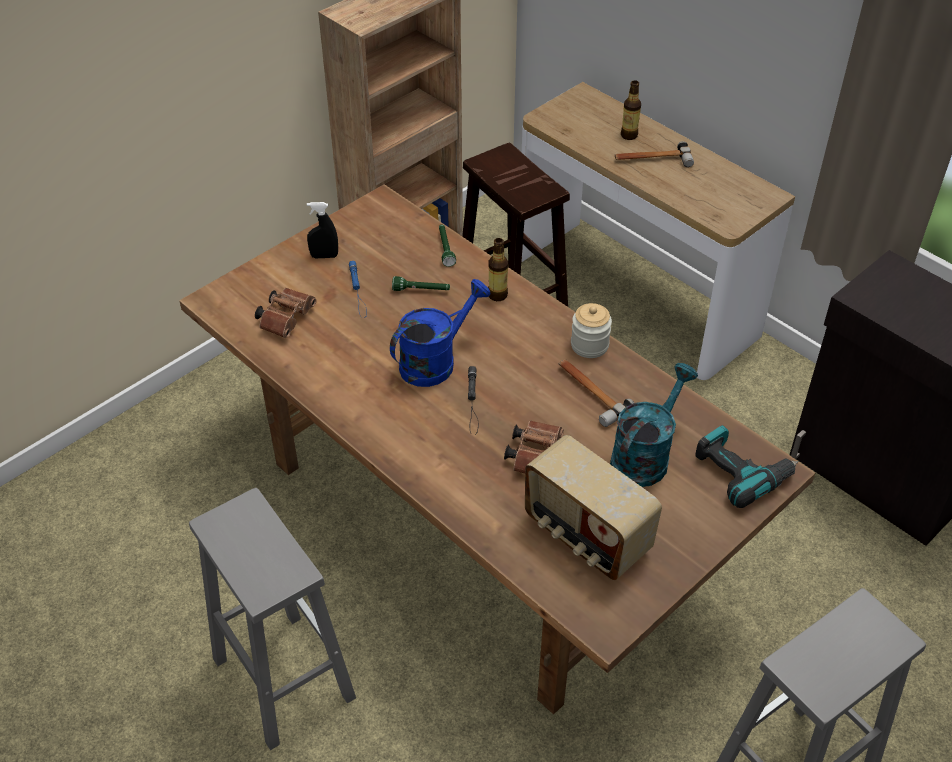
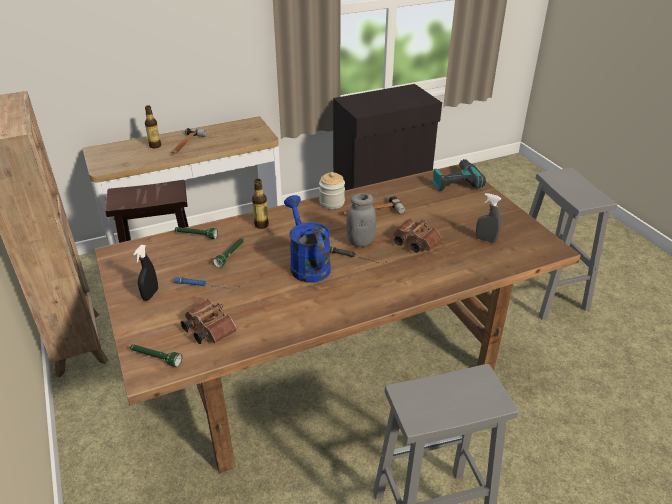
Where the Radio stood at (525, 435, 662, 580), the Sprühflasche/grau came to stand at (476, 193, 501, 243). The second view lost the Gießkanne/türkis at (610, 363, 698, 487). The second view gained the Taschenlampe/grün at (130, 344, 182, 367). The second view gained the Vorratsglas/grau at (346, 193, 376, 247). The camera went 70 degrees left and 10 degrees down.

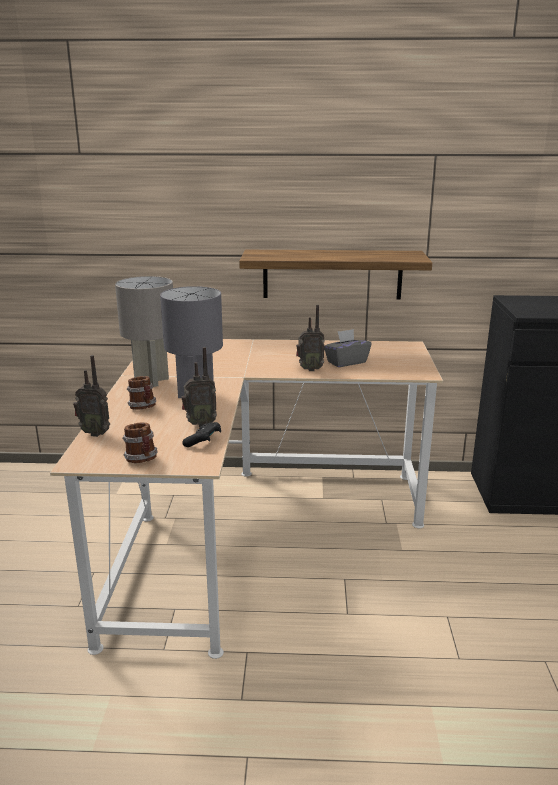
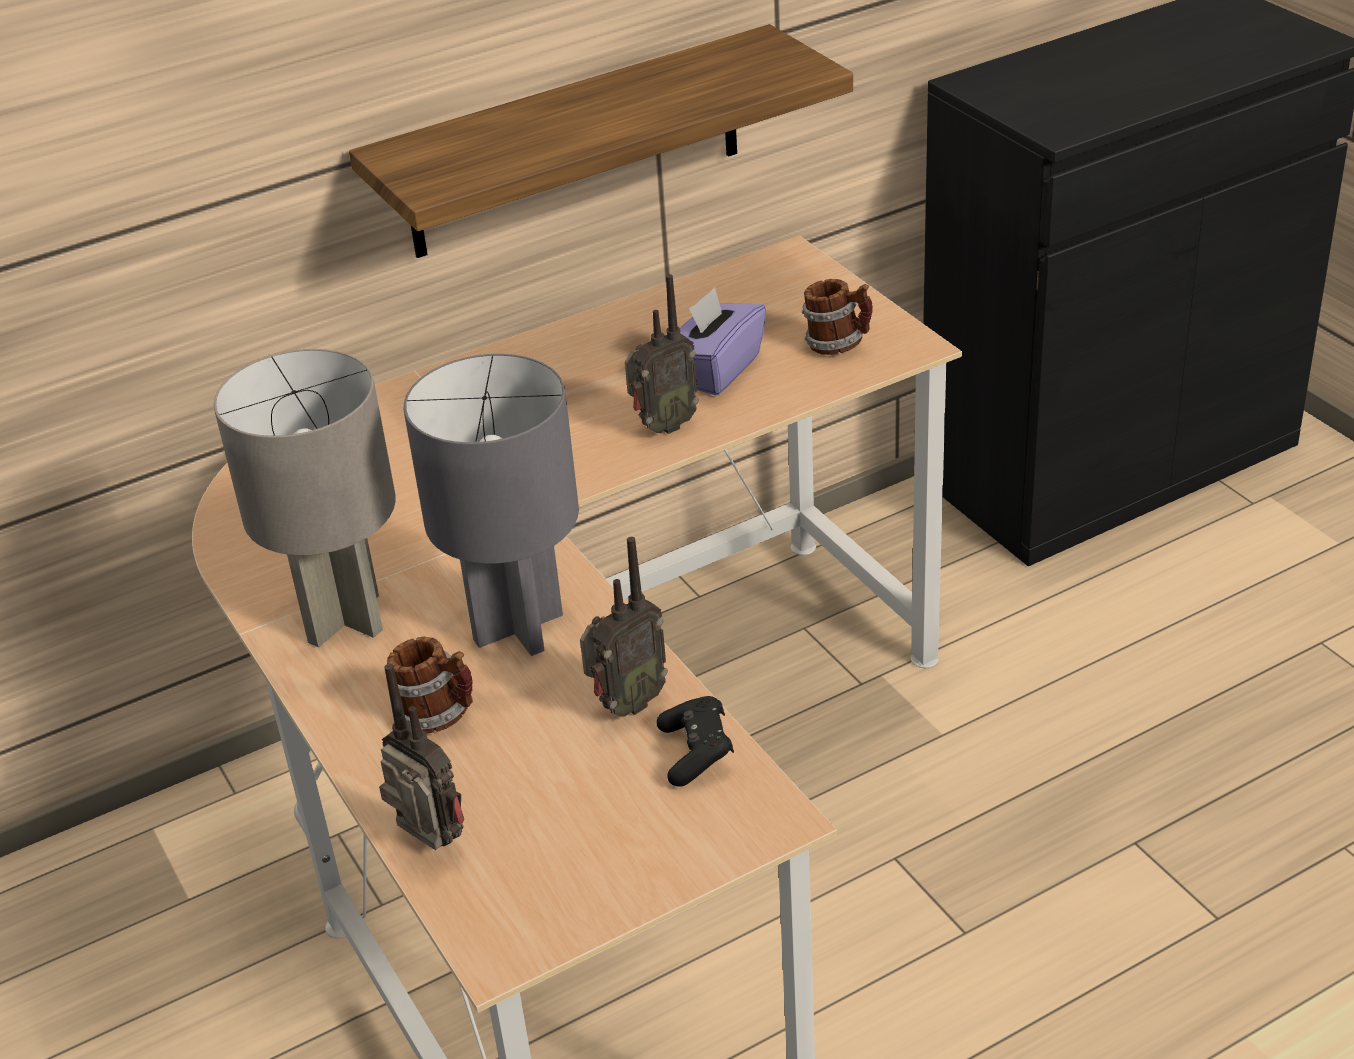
The Radio at (73, 355, 110, 437) ended up facing another way, 120 degrees counterclockwise from before. The Henkelbecher ended up elsewhere, having gone from (122, 422, 157, 463) to (802, 279, 873, 355). What was the Taschentuchbox/grau at (324, 329, 371, 367) turned into the Taschentuchbox/lila at (680, 287, 766, 395). The camera went 30 degrees left and 15 degrees up.

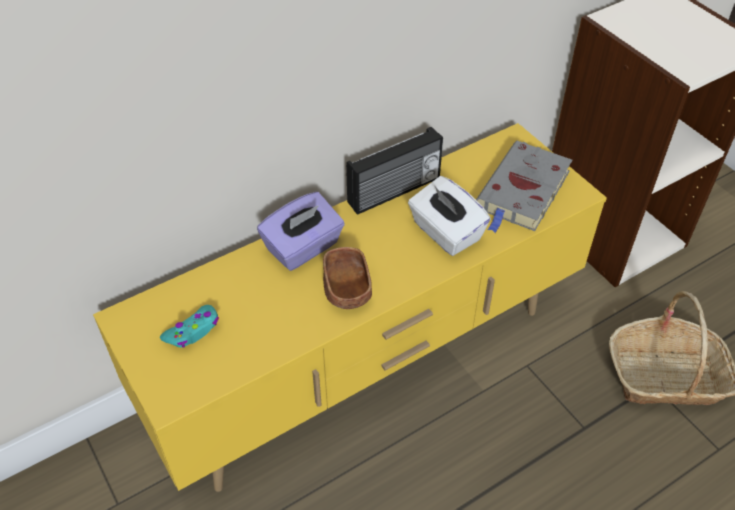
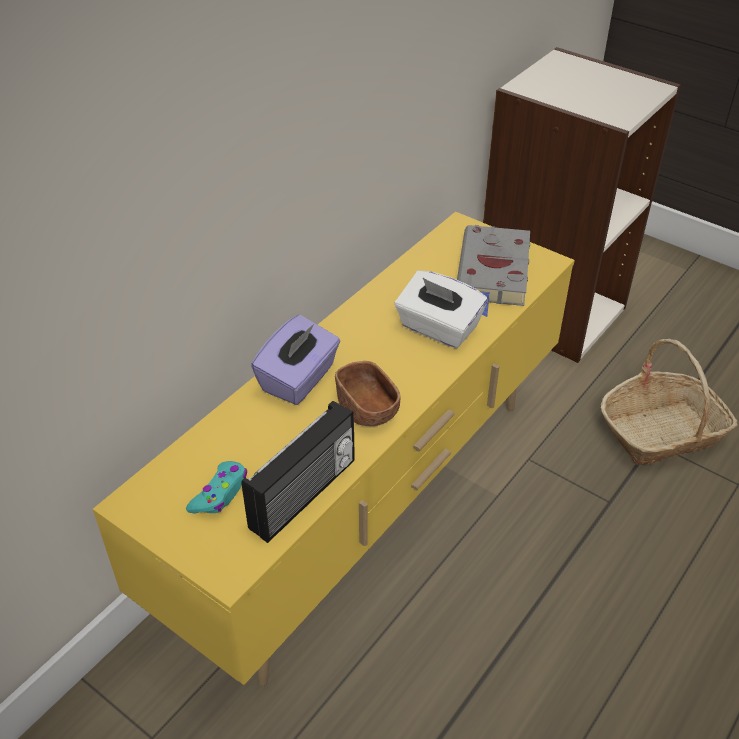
The Radio ended up elsewhere, having gone from (346, 127, 443, 215) to (241, 401, 355, 543). The camera went 20 degrees left and 5 degrees down.

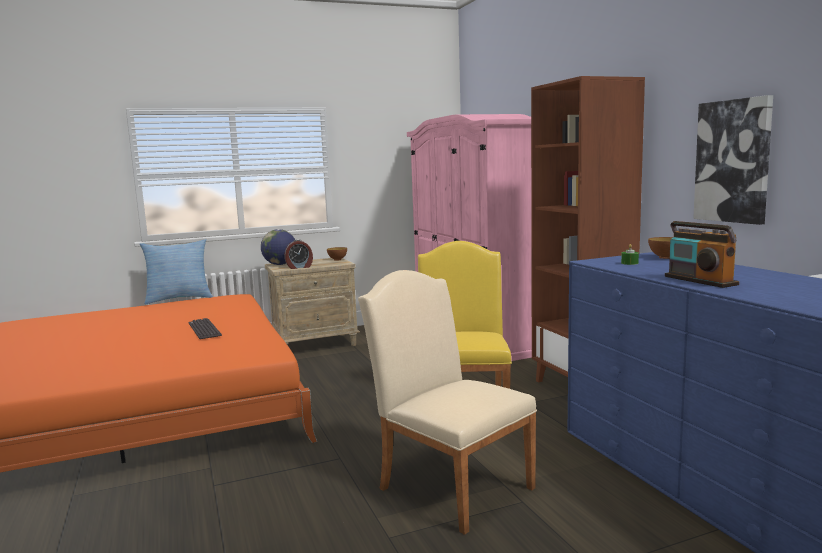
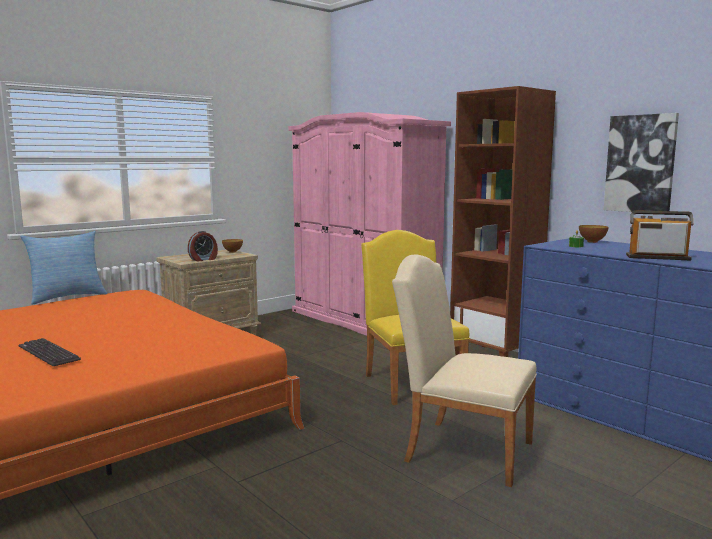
The Tastatur ended up elsewhere, having gone from (188, 318, 222, 339) to (19, 338, 81, 366). The second view lost the Globus at (261, 229, 295, 265). The Radio at (665, 221, 739, 288) ended up facing another way, 150 degrees clockwise from before. The camera went 20 degrees left and 0 degrees up.

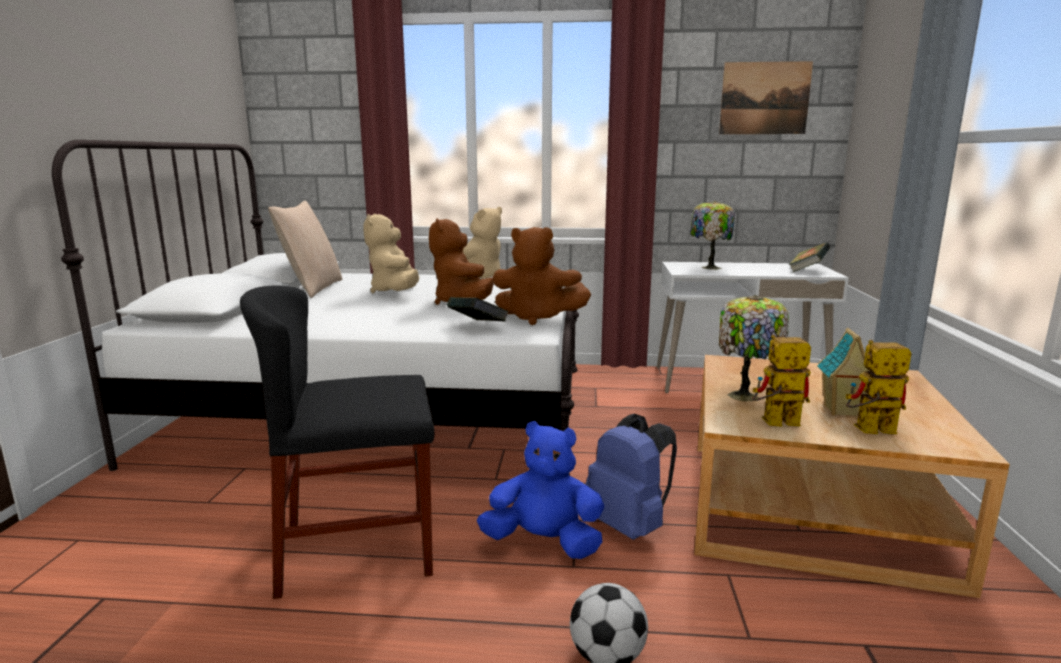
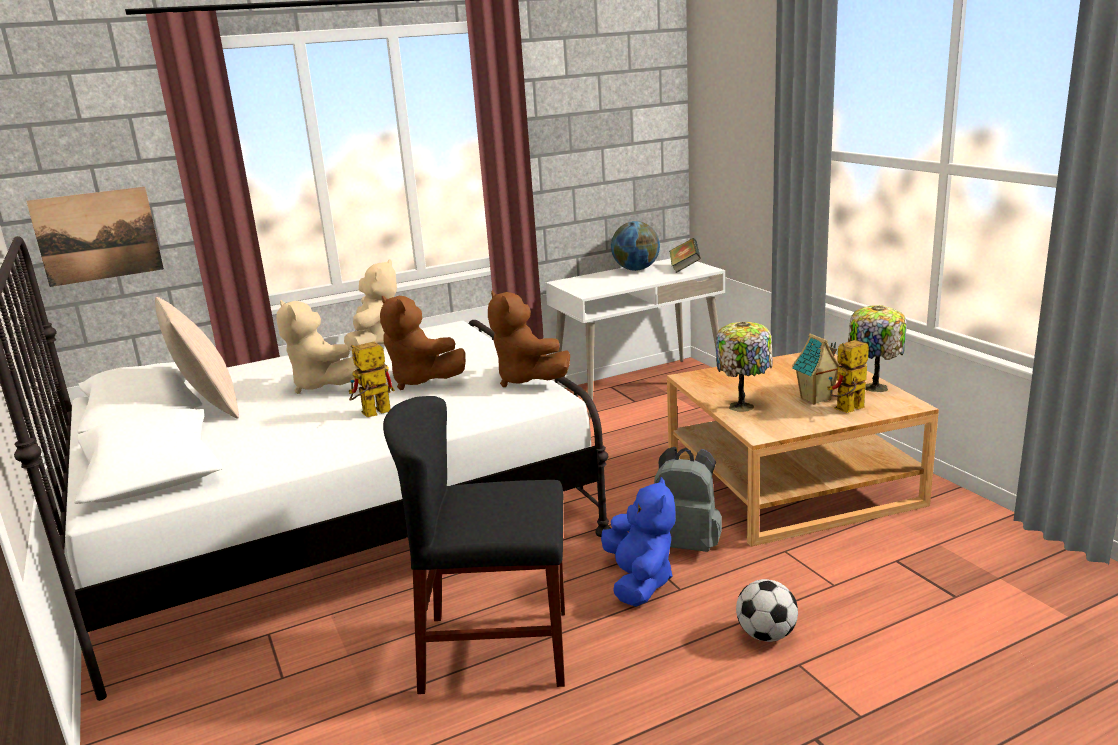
The Stuhl/schwarz at (240, 285, 434, 599) ended up facing another way, 45 degrees clockwise from before. The second view lost the Buch at (447, 297, 509, 322). The Plüschtier/blau at (477, 421, 604, 559) ended up facing another way, 105 degrees clockwise from before. The Plüschtier/braun at (492, 227, 591, 325) ended up facing another way, 75 degrees clockwise from before. What was the Rucksack/blau at (586, 414, 677, 540) turned into the Rucksack/grau at (654, 447, 722, 552). The Tischlampe ended up elsewhere, having gone from (690, 201, 735, 270) to (848, 305, 907, 392). The Bild ended up elsewhere, having gone from (719, 61, 813, 134) to (26, 187, 164, 287). The Spielzeugroboter ended up elsewhere, having gone from (752, 335, 811, 427) to (349, 342, 395, 417). The second view gained the Globus at (611, 221, 660, 271). The camera went 30 degrees left and 5 degrees up.

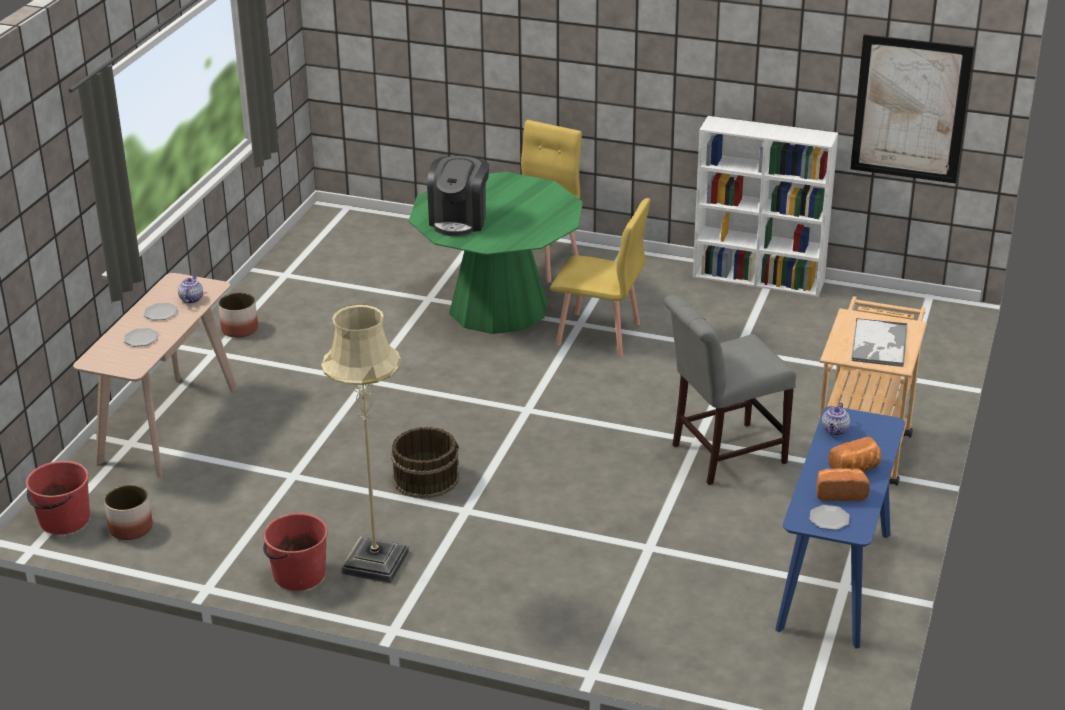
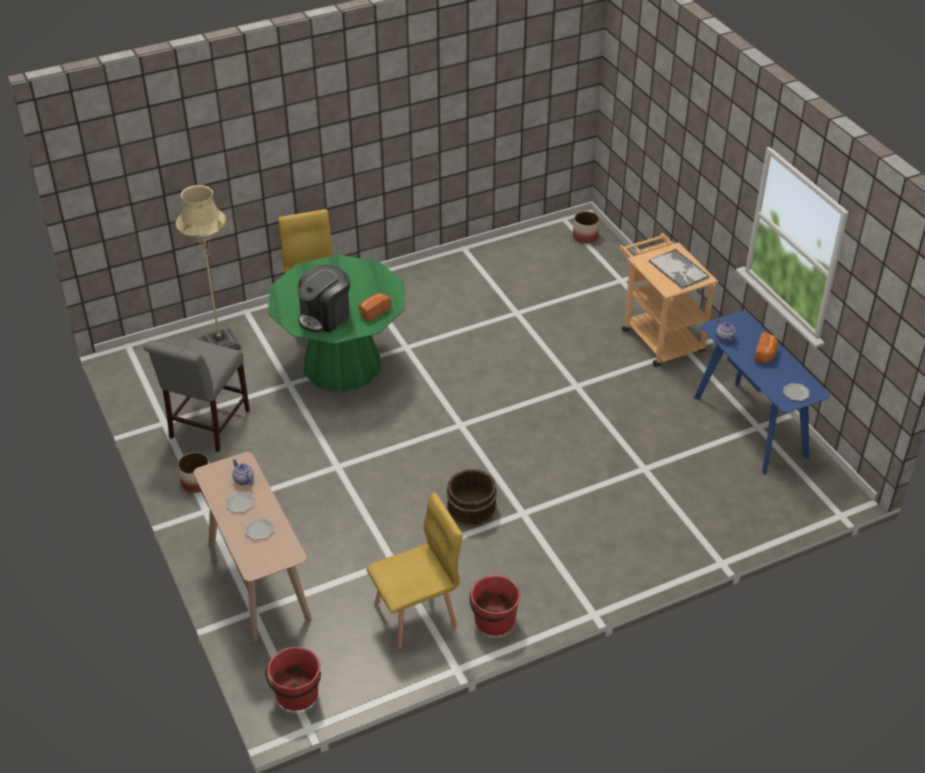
The Pflanzkübel ended up elsewhere, having gone from (104, 485, 153, 540) to (573, 211, 600, 244). The Stehlampe/beige ended up elsewhere, having gone from (321, 304, 409, 583) to (176, 185, 241, 350). The Kaffeemaschine at (427, 156, 489, 236) ended up facing another way, 75 degrees clockwise from before. The Stuhl/gelb ended up elsewhere, having gone from (550, 198, 650, 356) to (366, 492, 463, 649). The Stuhl/grau ended up elsewhere, having gone from (664, 295, 796, 485) to (144, 338, 250, 452). The second view lost the Bücherregal/weiß at (693, 116, 838, 297). The Brot ended up elsewhere, having gone from (816, 468, 870, 501) to (359, 293, 391, 321). The second view lost the Bild at (850, 34, 974, 184). The camera went 45 degrees left and 10 degrees up.

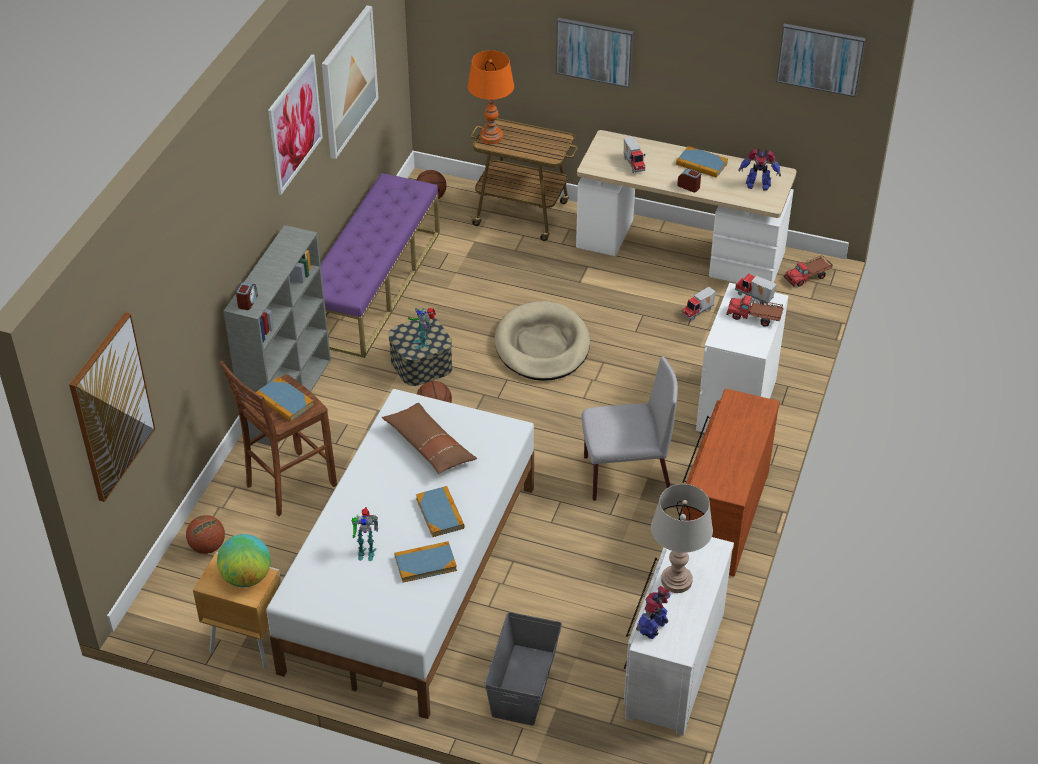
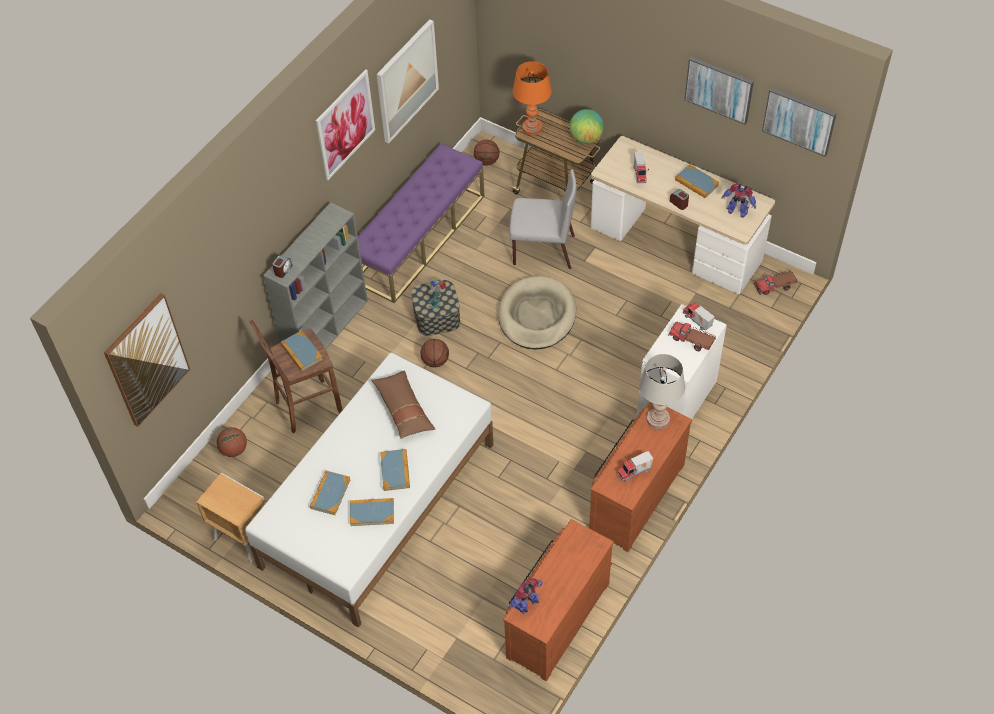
The Globus ended up elsewhere, having gone from (217, 534, 271, 587) to (570, 109, 604, 144). Where the Spielzeugroboter stood at (351, 507, 378, 561), the Buch came to stand at (310, 471, 351, 515). The second view lost the Aufbewahrungsbox/grau at (484, 612, 562, 726). The Bild ended up elsewhere, having gone from (556, 18, 633, 88) to (684, 57, 754, 125). The Stuhl/grau ended up elsewhere, having gone from (581, 356, 678, 501) to (509, 169, 577, 269). What was the Kommode/weiß at (624, 537, 734, 736) turned into the Kommode/braun at (503, 519, 613, 681). The Tischlampe/grau ended up elsewhere, having gone from (651, 484, 713, 593) to (639, 354, 685, 429). The Spielzeuglaster ended up elsewhere, having gone from (682, 287, 716, 321) to (617, 451, 653, 481). The camera went 15 degrees right and 10 degrees up.

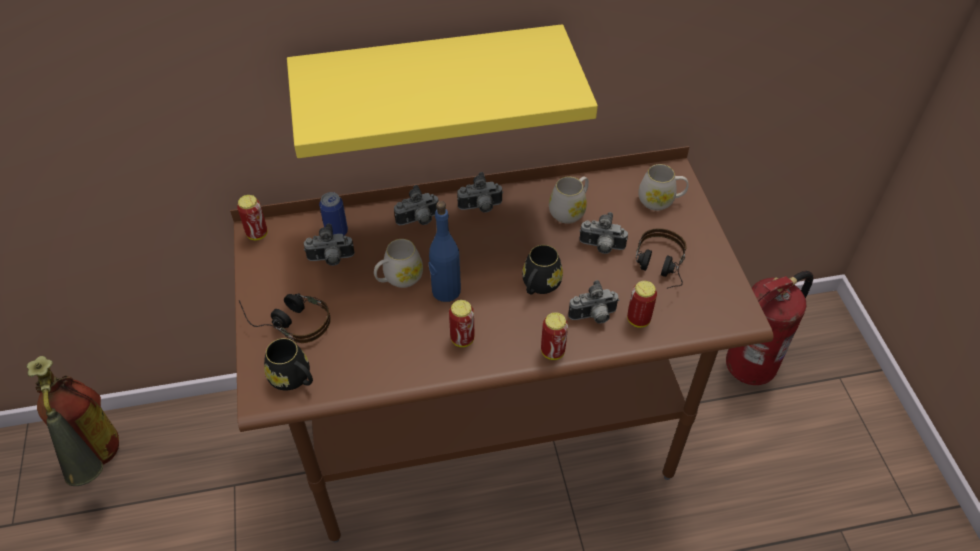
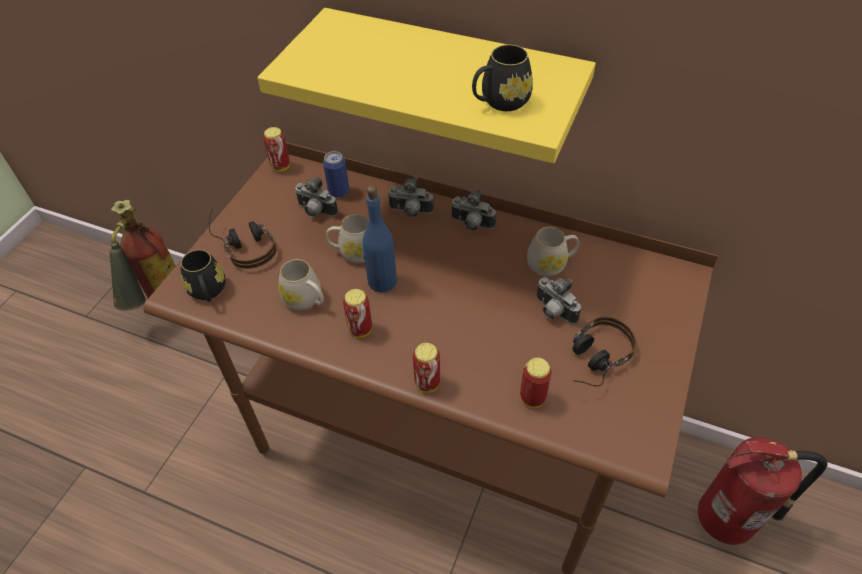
The Henkelbecher/schwarz ended up elsewhere, having gone from (522, 245, 563, 295) to (472, 45, 533, 111). The second view lost the Kamera at (568, 280, 619, 324). The Henkelbecher/weiß ended up elsewhere, having gone from (638, 164, 689, 211) to (278, 259, 324, 310). The camera went 35 degrees right and 0 degrees up.

